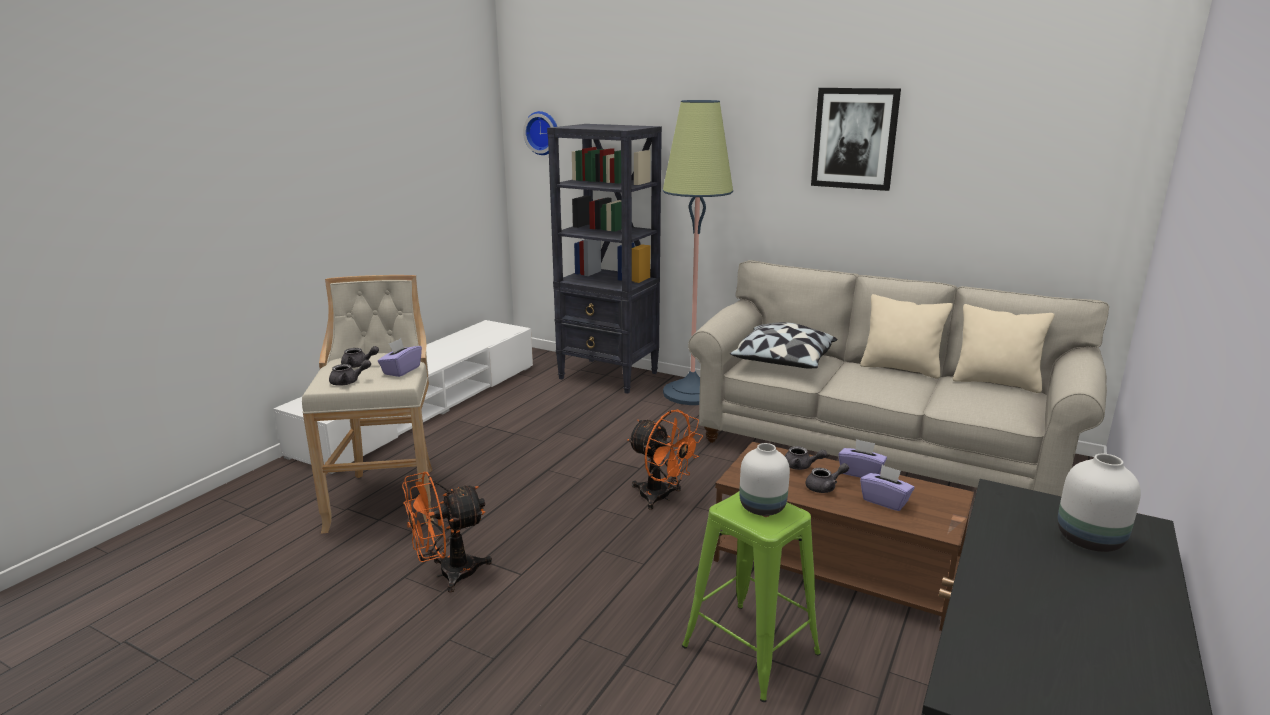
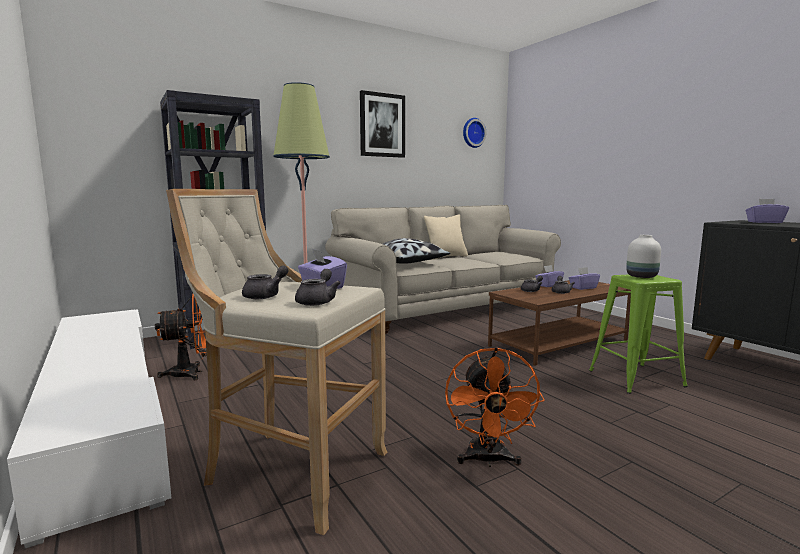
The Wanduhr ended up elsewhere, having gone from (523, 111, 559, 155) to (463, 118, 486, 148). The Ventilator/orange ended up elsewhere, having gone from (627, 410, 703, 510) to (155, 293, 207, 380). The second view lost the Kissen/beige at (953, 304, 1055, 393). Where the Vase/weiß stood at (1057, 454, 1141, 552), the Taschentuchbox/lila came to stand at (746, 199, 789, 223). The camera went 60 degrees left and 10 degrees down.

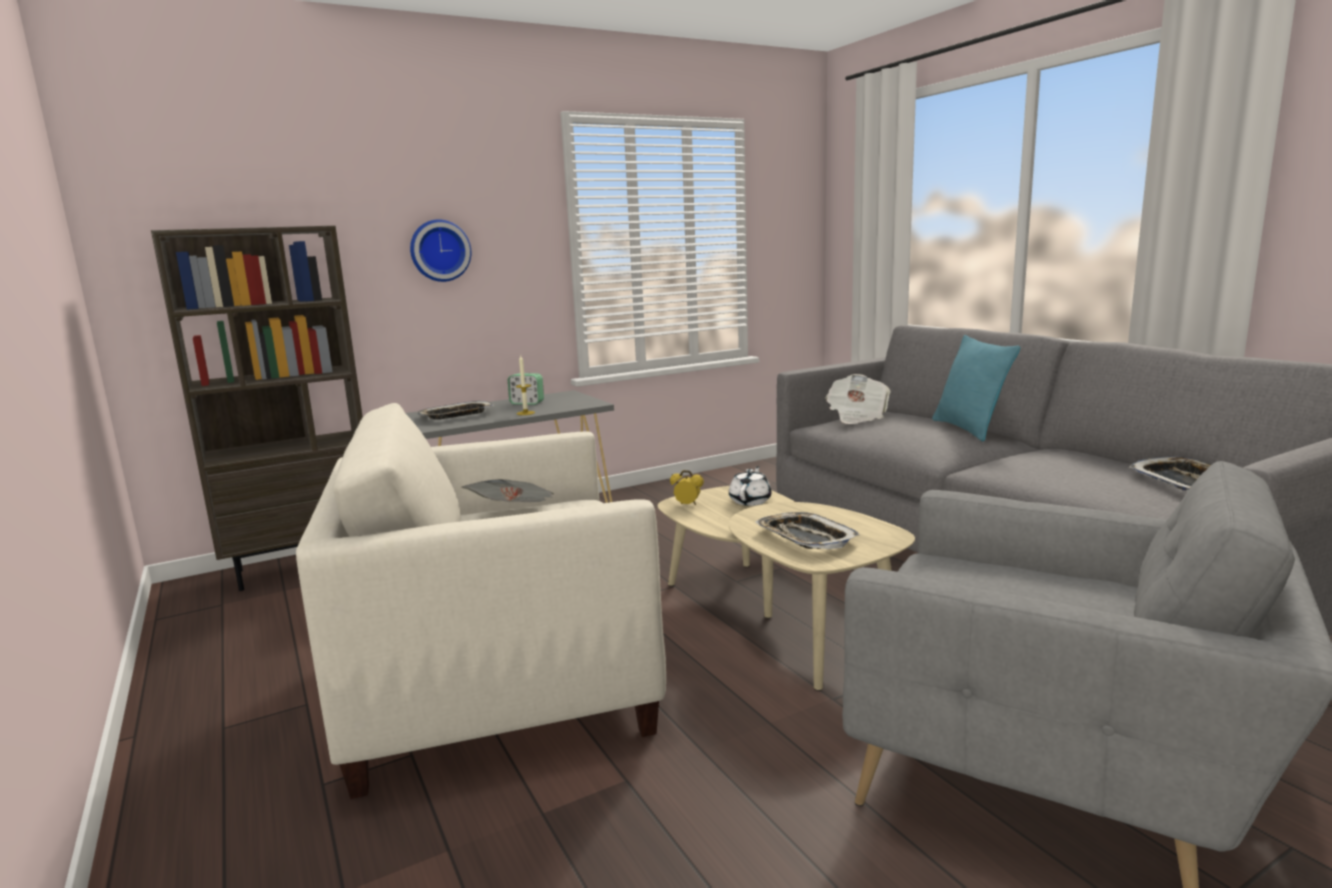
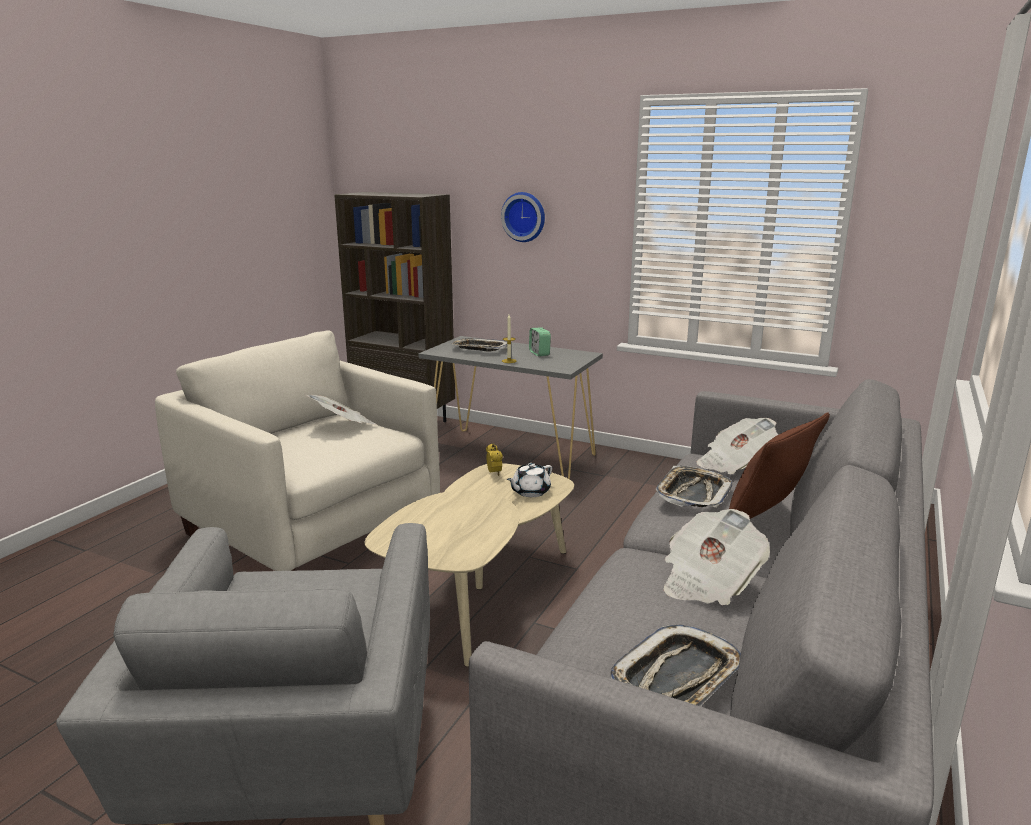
The Teekanne/weiß at (729, 466, 771, 506) ended up facing another way, 150 degrees clockwise from before. The Tablett ended up elsewhere, having gone from (755, 512, 860, 549) to (656, 466, 732, 508). What was the Kissen/türkis at (932, 335, 1020, 441) turned into the Kissen/braun at (729, 412, 830, 519). The second view gained the Zeitung at (664, 509, 770, 605). The camera went 55 degrees right and 5 degrees up.

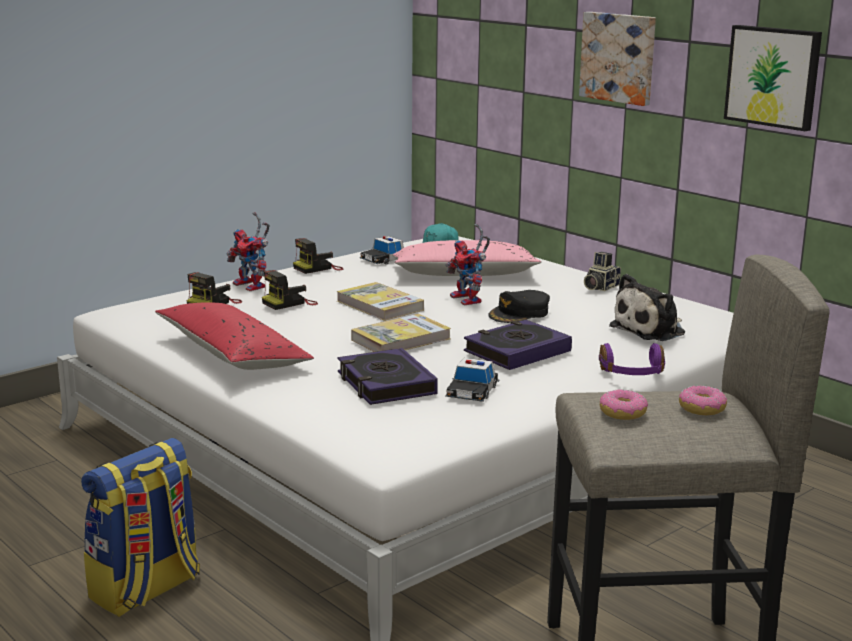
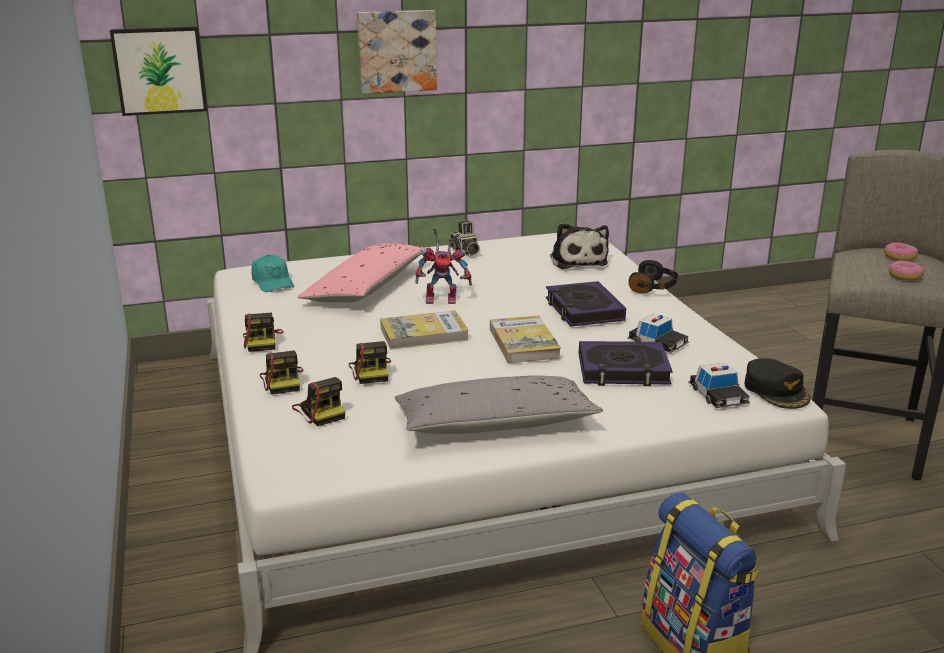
What was the Kissen/rot at (155, 302, 314, 370) turned into the Kissen/grau at (394, 376, 603, 434). Where the Spielzeugroboter stood at (227, 212, 270, 291), the Kamera came to stand at (260, 351, 303, 395). The Spielzeugauto ended up elsewhere, having gone from (360, 236, 404, 265) to (688, 363, 750, 408). The Kappe/schwarz ended up elsewhere, having gone from (488, 290, 550, 323) to (745, 358, 810, 409). What was the Kopfhörer/lila at (599, 343, 665, 375) turned into the Kopfhörer/schwarz at (629, 260, 678, 293). The Bild ended up elsewhere, having gone from (724, 25, 822, 131) to (110, 27, 207, 116). The camera went 65 degrees left and 5 degrees up.

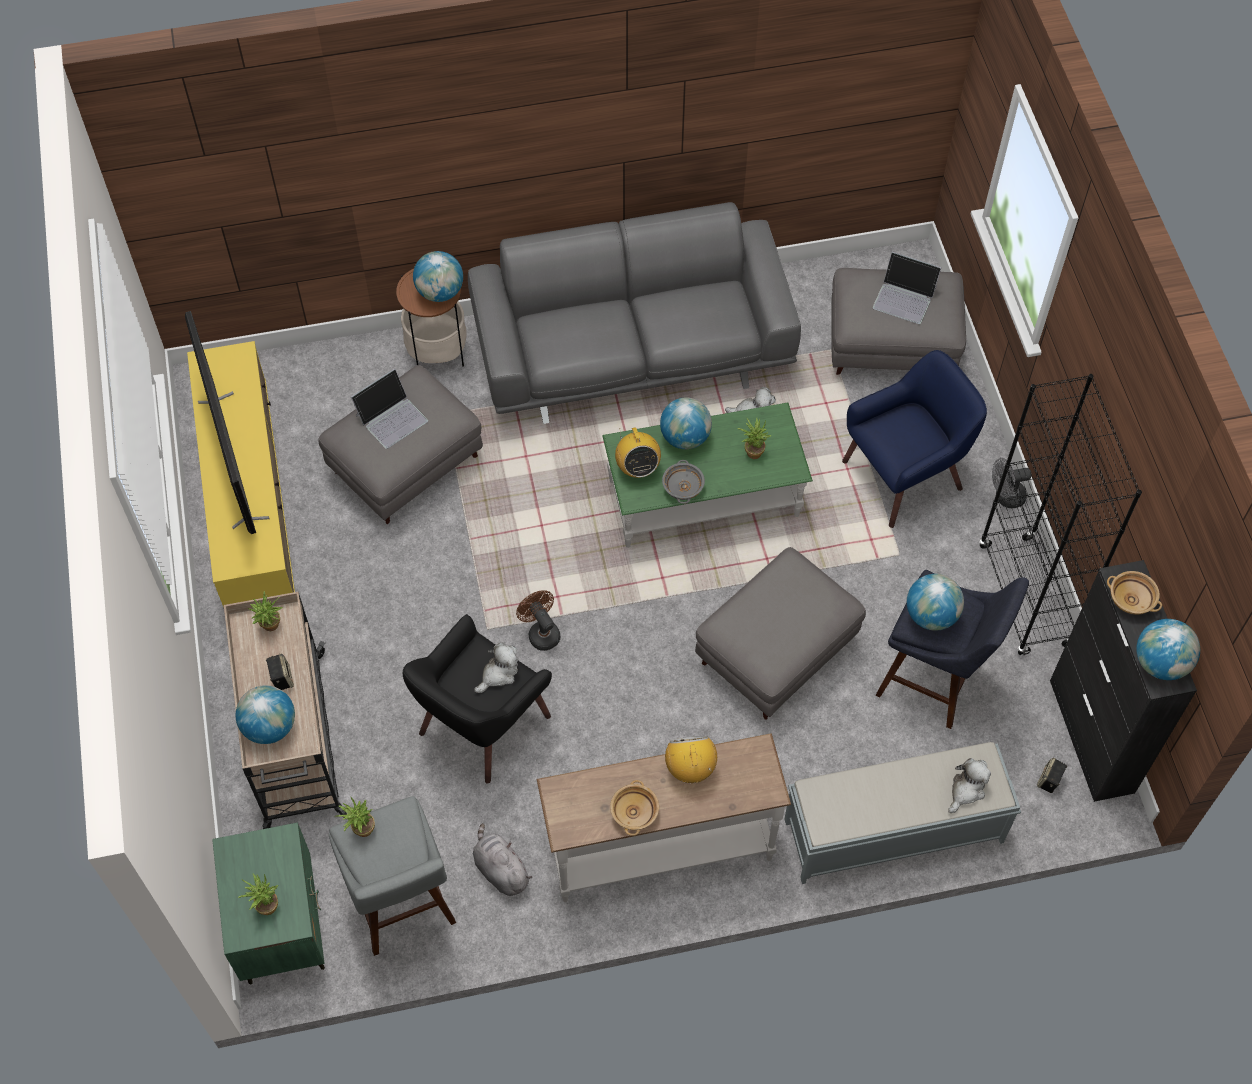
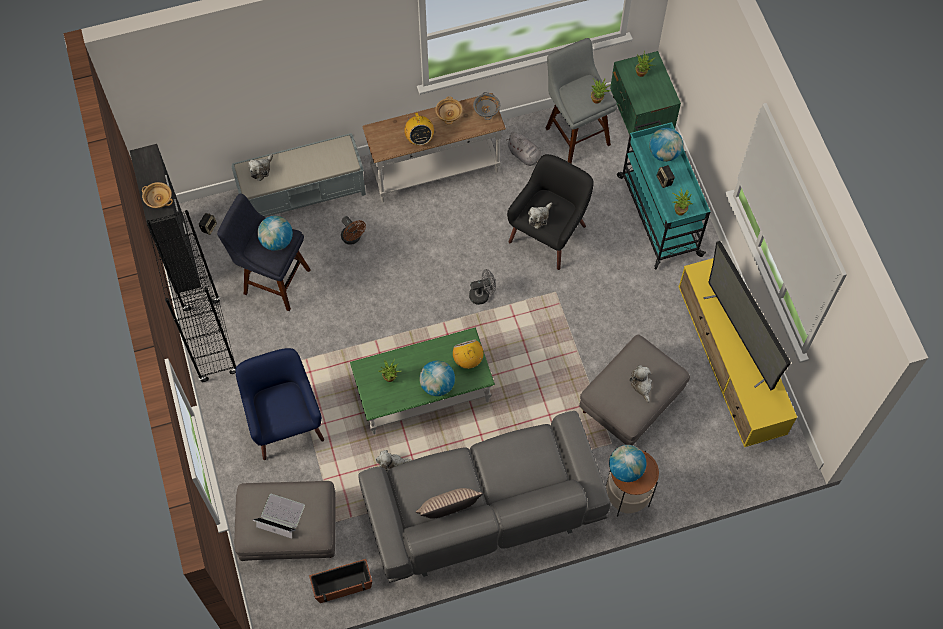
What was the Rollwagen/beige at (224, 592, 347, 829) turned into the Rollwagen/türkis at (617, 120, 711, 269). Where the Laptop stood at (351, 368, 428, 449), the Plüschtier came to stand at (629, 365, 652, 403). The Ventilator/braun ended up elsewhere, having gone from (516, 590, 560, 651) to (341, 216, 366, 245). The Schüssel/grau ended up elsewhere, having gone from (662, 460, 705, 504) to (473, 92, 500, 120). The second view lost the Polsterhocker/grau at (695, 547, 866, 720). The Sessel/blau at (842, 350, 987, 528) ended up facing another way, 105 degrees clockwise from before. The Ventilator/grau ended up elsewhere, having gone from (992, 458, 1032, 508) to (469, 269, 496, 305). The second view lost the Globus at (1136, 619, 1200, 680). The second view gained the Pflanzkübel at (309, 559, 372, 603). The second view gained the Kissen at (416, 488, 483, 519). The camera went 175 degrees right and 5 degrees up.

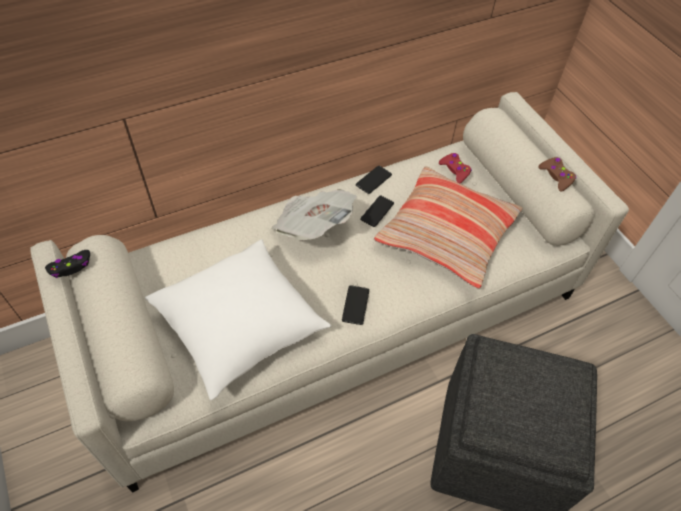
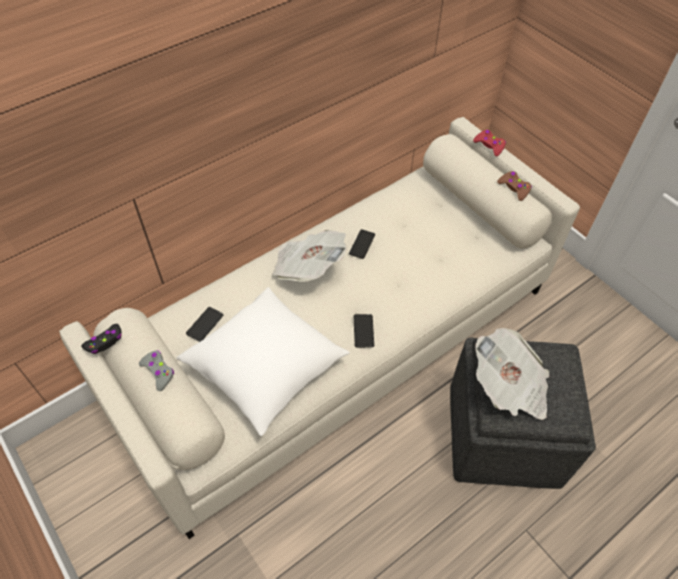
The Handy ended up elsewhere, having gone from (356, 166, 392, 194) to (186, 307, 223, 342). The second view lost the Kissen at (374, 166, 522, 288). The Gamepad/rot ended up elsewhere, having gone from (439, 153, 472, 183) to (473, 130, 506, 157). The second view gained the Gamepad/grau at (139, 350, 174, 391). The second view gained the Zeitung at (475, 328, 549, 420). The camera went 10 degrees left and 0 degrees up.

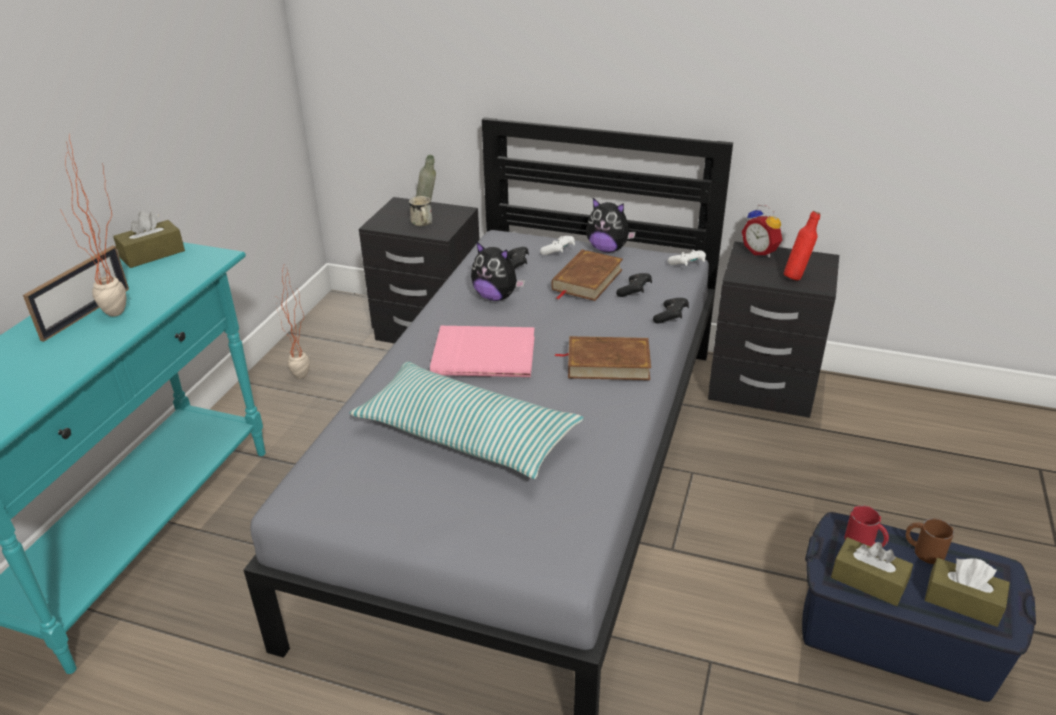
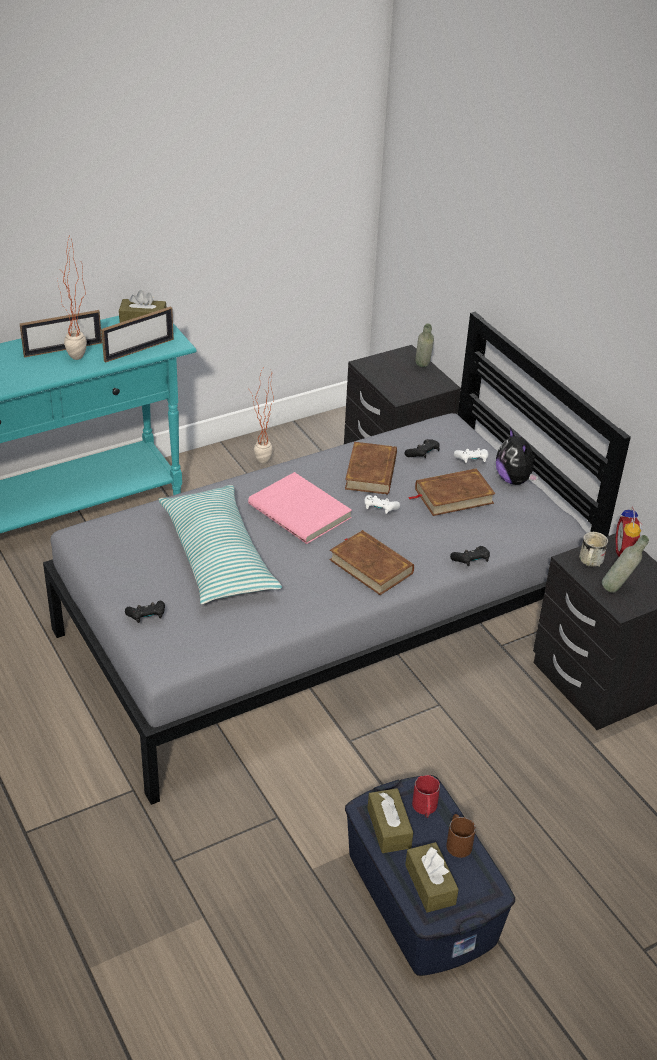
The Henkelbecher/weiß ended up elsewhere, having gone from (409, 196, 432, 226) to (579, 532, 608, 567). Where the Plüschtier stood at (471, 241, 525, 301), the Buch/braun came to stand at (345, 442, 397, 494). The Gamepad/schwarz ended up elsewhere, having gone from (616, 273, 652, 297) to (125, 601, 165, 623). The Gamepad/weiß ended up elsewhere, having gone from (668, 250, 706, 266) to (364, 495, 400, 514). What was the Flasche/rot at (784, 211, 820, 281) turned into the Flasche/grau at (602, 535, 649, 593). The second view gained the Bilderrahmen at (101, 306, 174, 363). The camera went 40 degrees right and 5 degrees up.

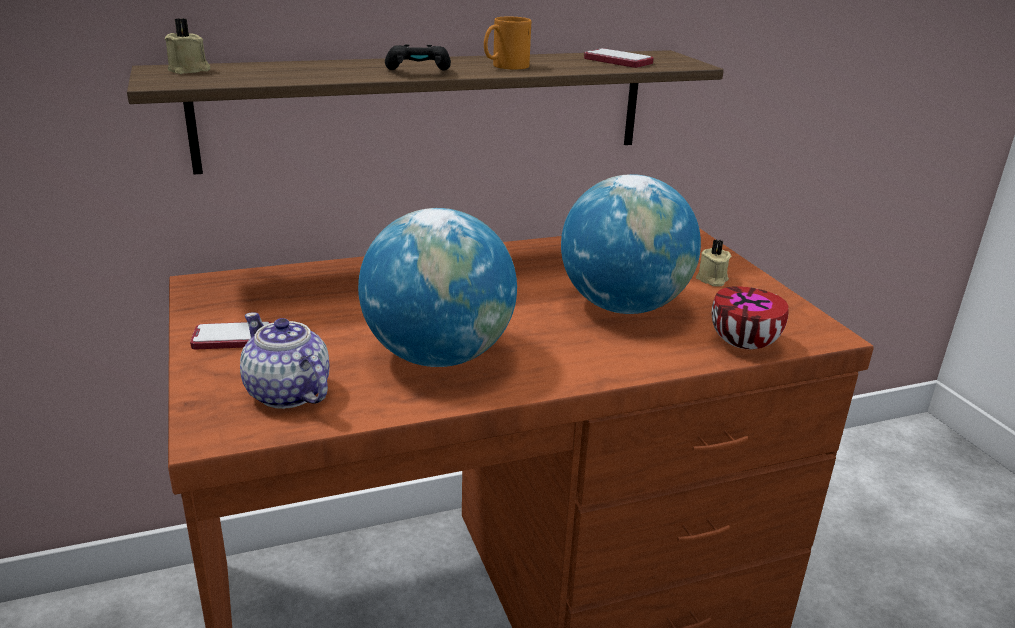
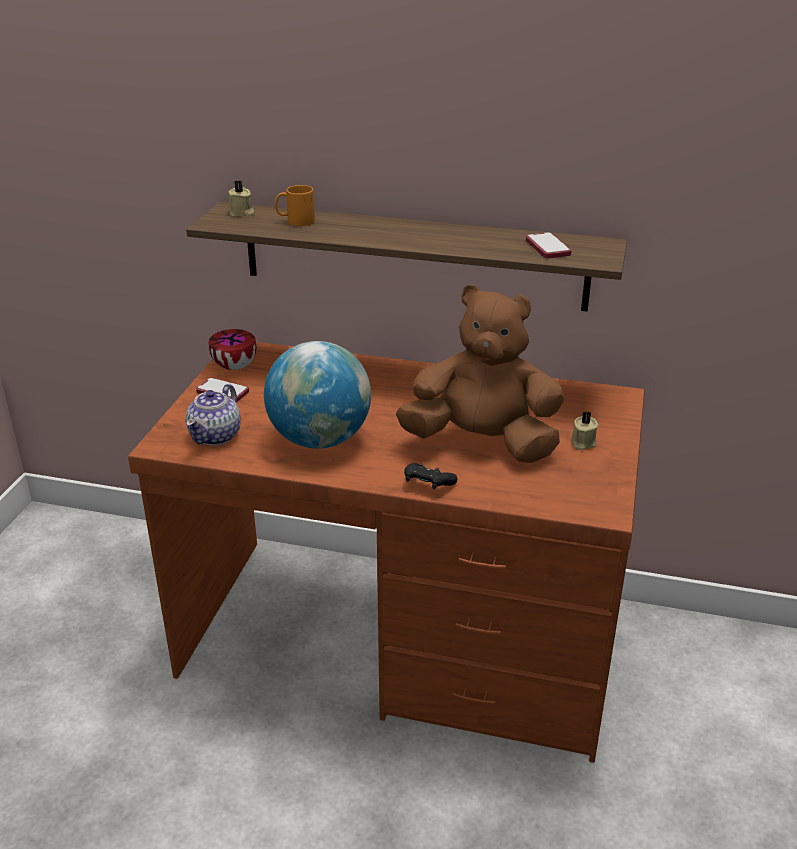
The Teekanne at (240, 312, 329, 409) ended up facing another way, 150 degrees counterclockwise from before. The Gamepad/schwarz ended up elsewhere, having gone from (385, 44, 451, 71) to (404, 463, 457, 489). The Henkelbecher/orange ended up elsewhere, having gone from (484, 16, 531, 69) to (275, 185, 315, 226). Where the Globus stood at (561, 174, 701, 314), the Plüschtier/braun came to stand at (396, 284, 565, 463). The Schüssel ended up elsewhere, having gone from (712, 286, 789, 349) to (208, 329, 257, 370). The camera went 35 degrees right and 5 degrees up.

